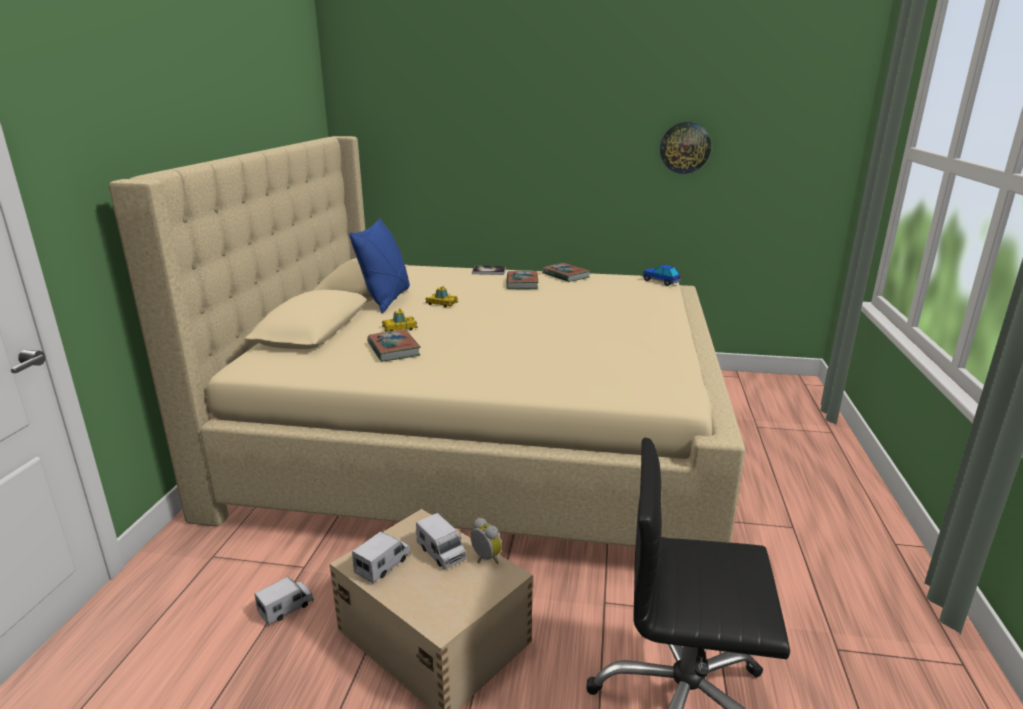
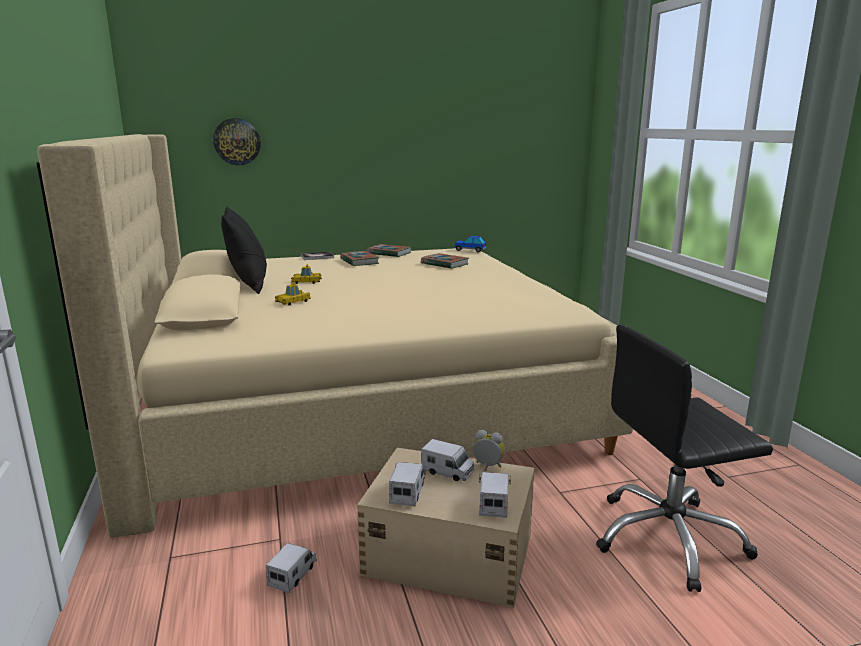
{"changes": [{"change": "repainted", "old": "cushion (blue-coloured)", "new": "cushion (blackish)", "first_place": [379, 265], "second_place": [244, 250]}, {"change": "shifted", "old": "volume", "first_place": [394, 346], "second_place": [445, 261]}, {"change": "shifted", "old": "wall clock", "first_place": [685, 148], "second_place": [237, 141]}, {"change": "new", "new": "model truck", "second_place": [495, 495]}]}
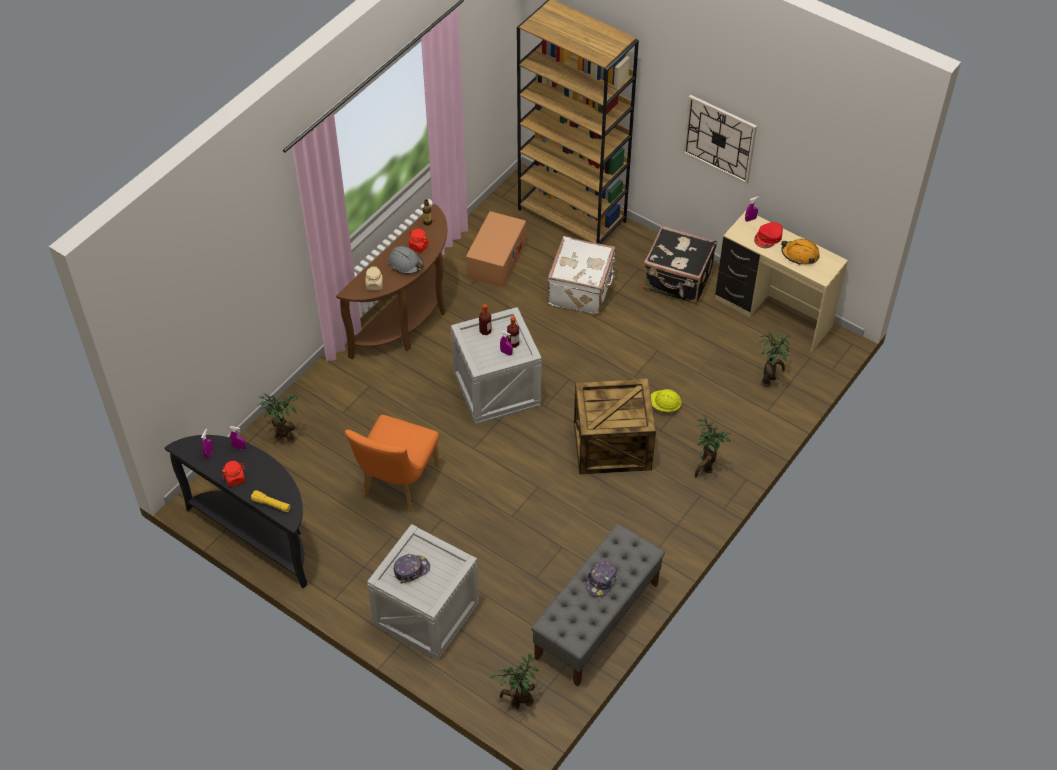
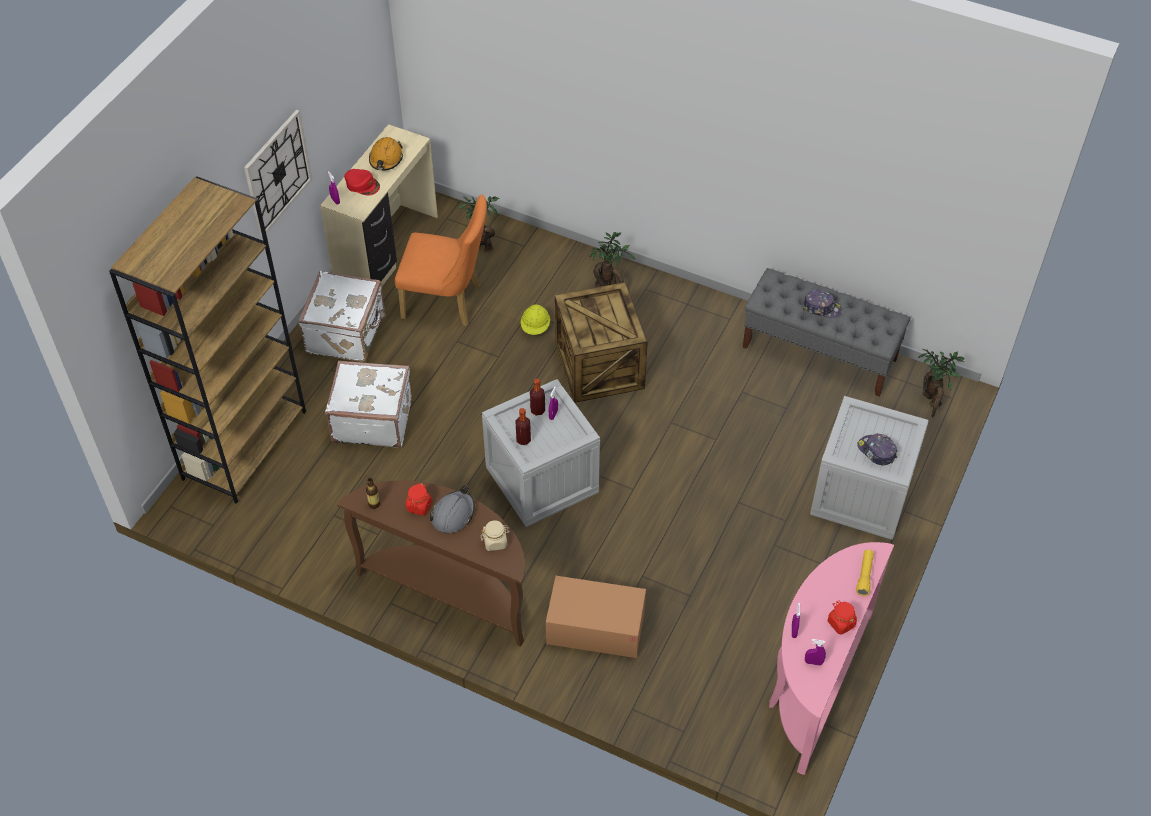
{"changes": [{"change": "repainted", "old": "hall table (blackish)", "new": "hall table (pink)", "first_place": [236, 512], "second_place": [831, 658]}, {"change": "gone", "old": "potted plant", "first_place": [278, 419]}, {"change": "shifted", "old": "chair (orange)", "first_place": [392, 463], "second_place": [441, 260]}, {"change": "shifted", "old": "cardboard box", "first_place": [496, 249], "second_place": [596, 617]}, {"change": "repainted", "old": "suitcase (blackish)", "new": "suitcase (white)", "first_place": [680, 265], "second_place": [342, 316]}]}
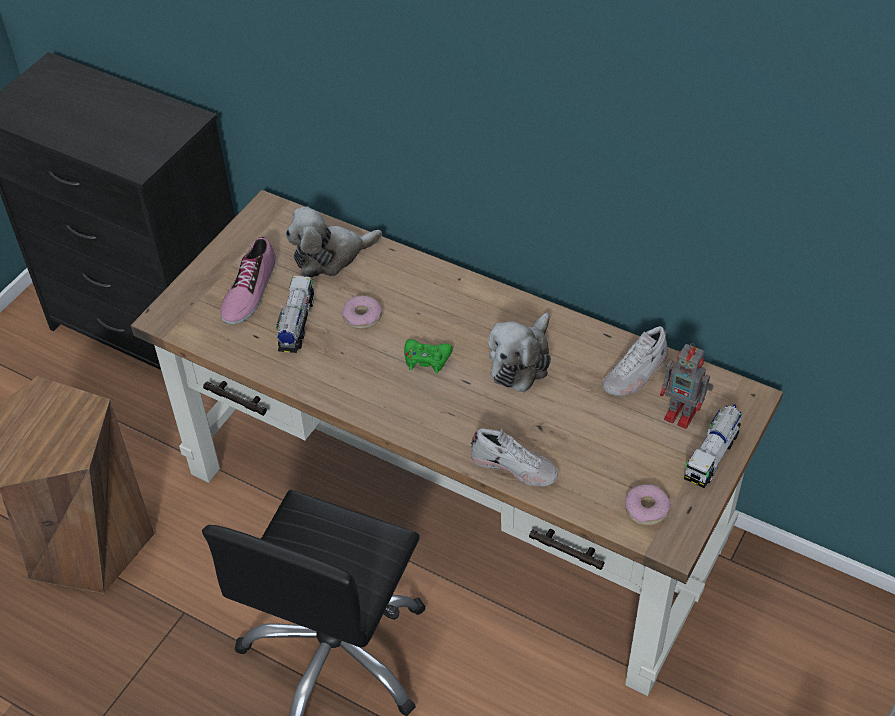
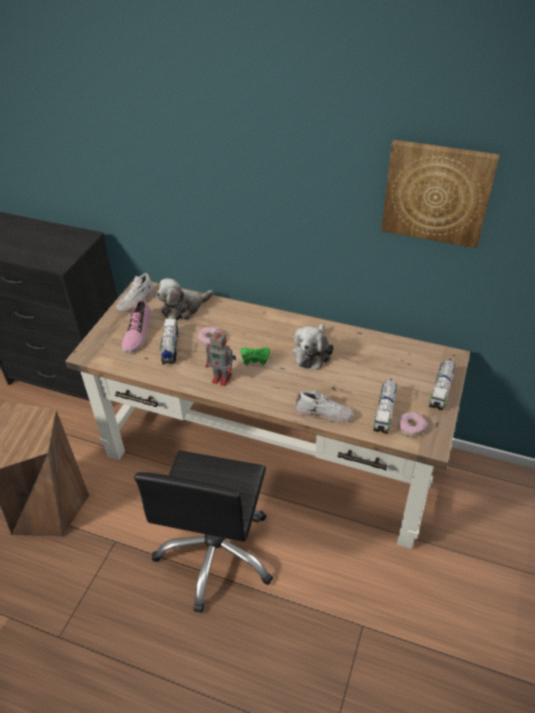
{"changes": [{"change": "shifted", "old": "shoe (white)", "first_place": [635, 361], "second_place": [135, 292]}, {"change": "shifted", "old": "toy robot", "first_place": [686, 386], "second_place": [220, 358]}, {"change": "new", "new": "model truck", "second_place": [385, 406]}, {"change": "new", "new": "wall art", "second_place": [440, 194]}]}
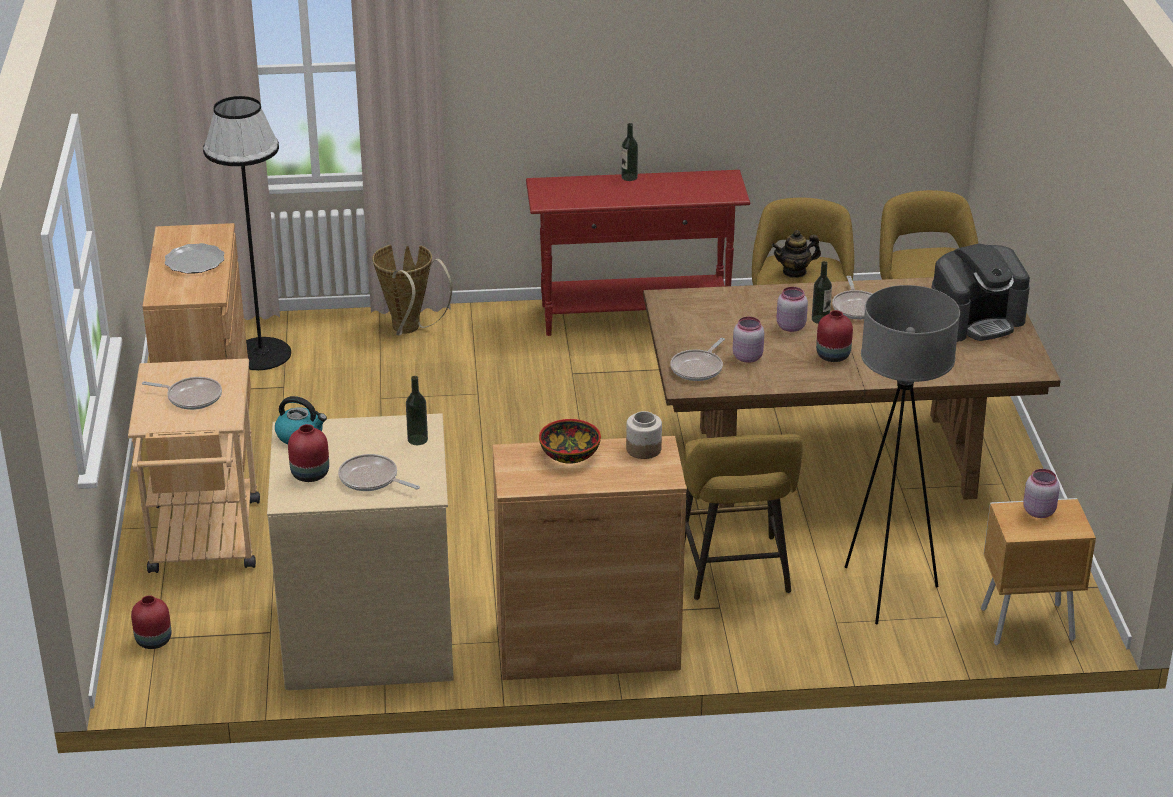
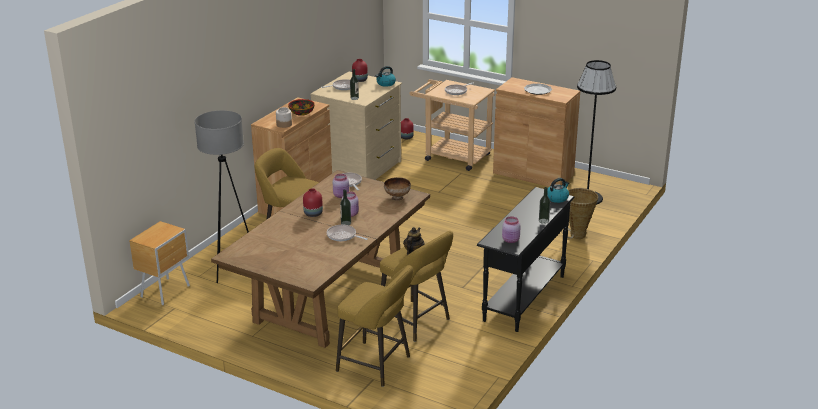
{"changes": [{"change": "repainted", "old": "hall table (red-coloured)", "new": "hall table (blackish)", "first_place": [638, 253], "second_place": [525, 259]}, {"change": "gone", "old": "coffee maker", "first_place": [980, 293]}, {"change": "shifted", "old": "preserve jar (pink)", "first_place": [1041, 493], "second_place": [511, 229]}, {"change": "new", "new": "bowl", "second_place": [397, 189]}, {"change": "new", "new": "water kettle", "second_place": [558, 190]}]}
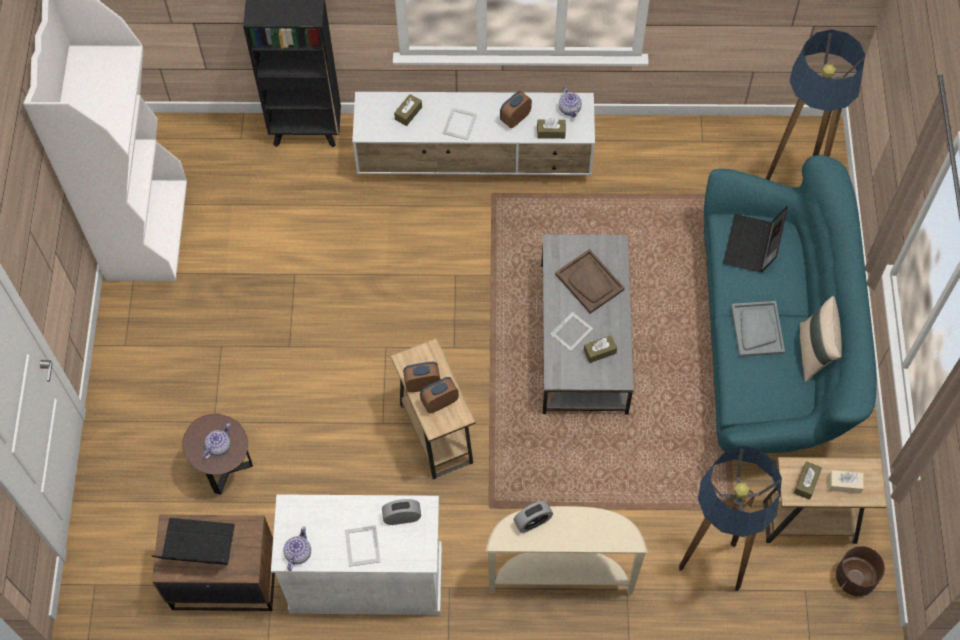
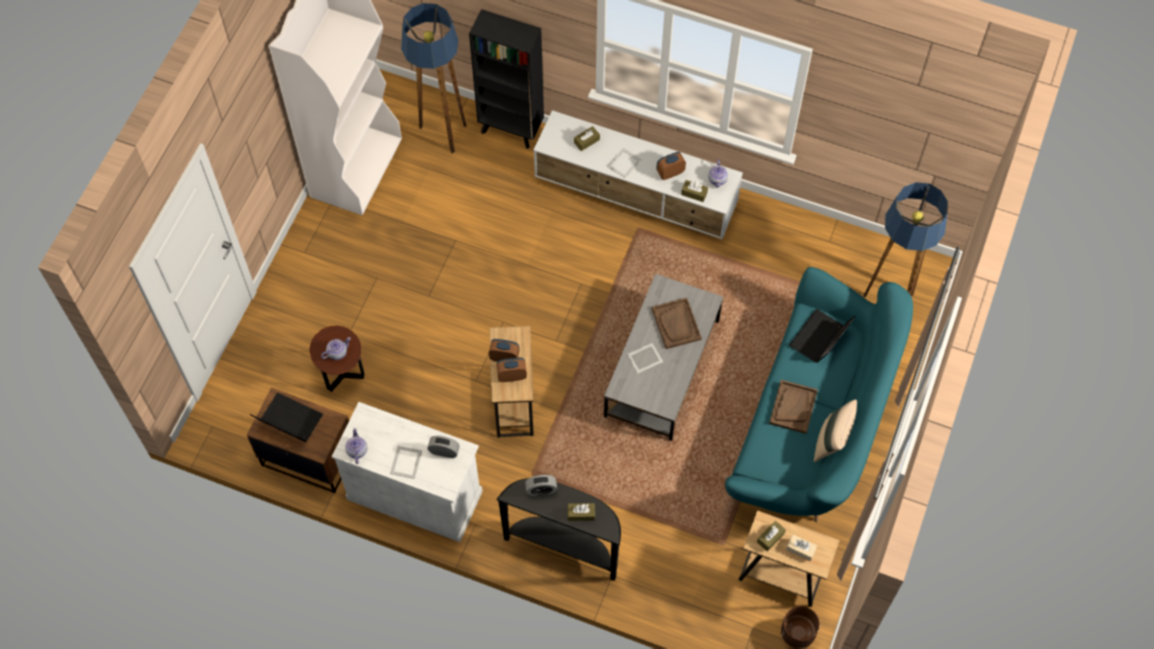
{"changes": [{"change": "rotated", "old": "pot for tea", "first_place": [297, 548], "second_place": [356, 446], "degrees": -45}, {"change": "repainted", "old": "hall table (beige)", "new": "hall table (blackish)", "first_place": [566, 550], "second_place": [558, 529]}, {"change": "shifted", "old": "box of tissues (brownish)", "first_place": [600, 349], "second_place": [581, 512]}, {"change": "shifted", "old": "standard lamp", "first_place": [730, 518], "second_place": [433, 78]}, {"change": "repainted", "old": "carrying tray (grey)", "new": "carrying tray (brownish)", "first_place": [758, 329], "second_place": [793, 407]}]}
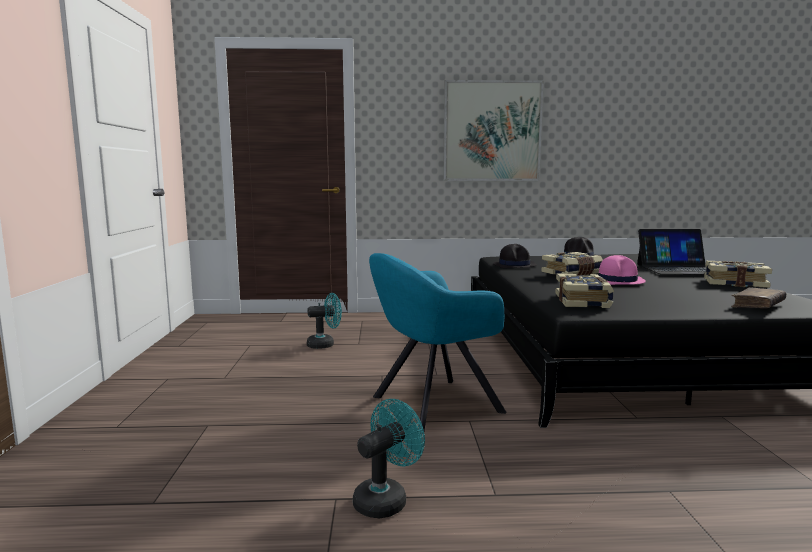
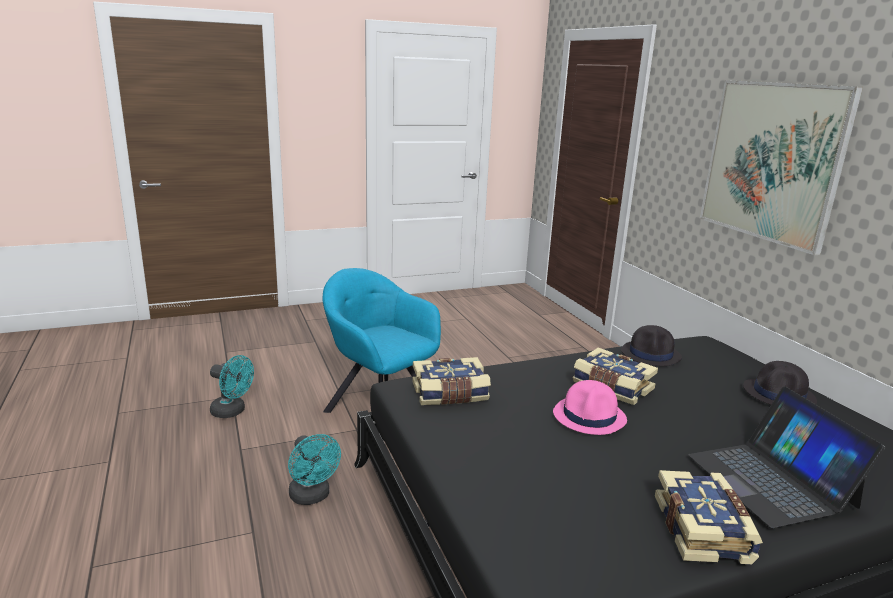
{"changes": [{"change": "shifted", "old": "cooling fan (blue-green)", "first_place": [324, 321], "second_place": [314, 469]}, {"change": "gone", "old": "volume (brownish)", "first_place": [758, 297]}]}
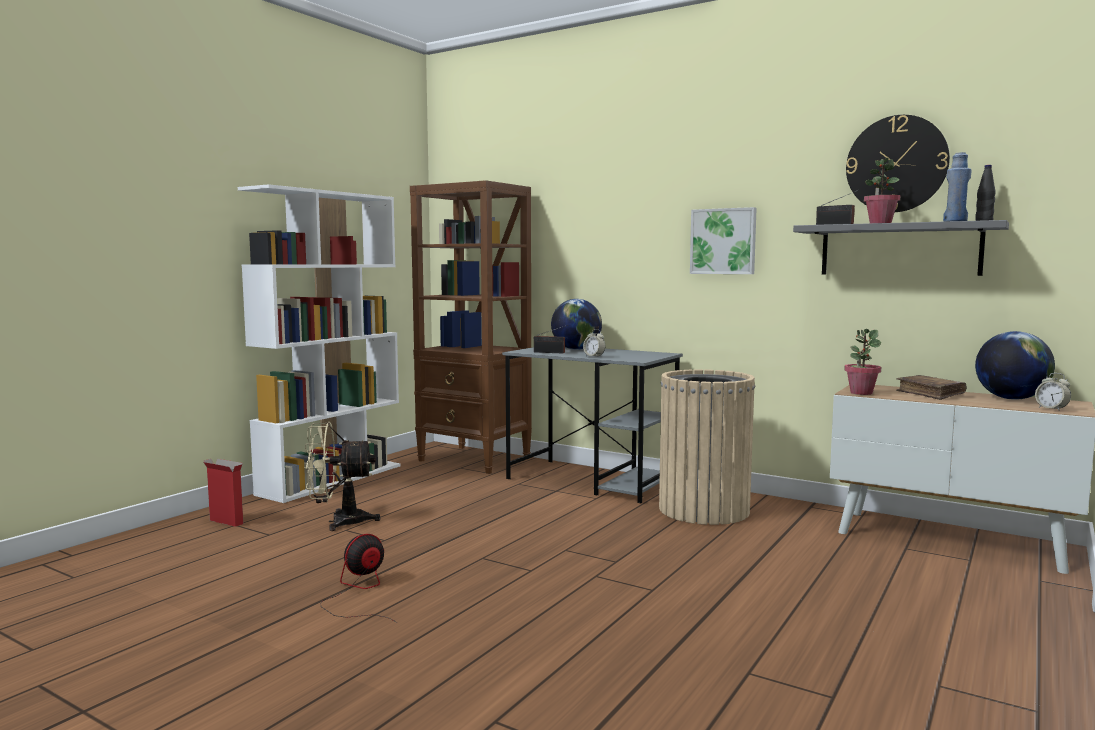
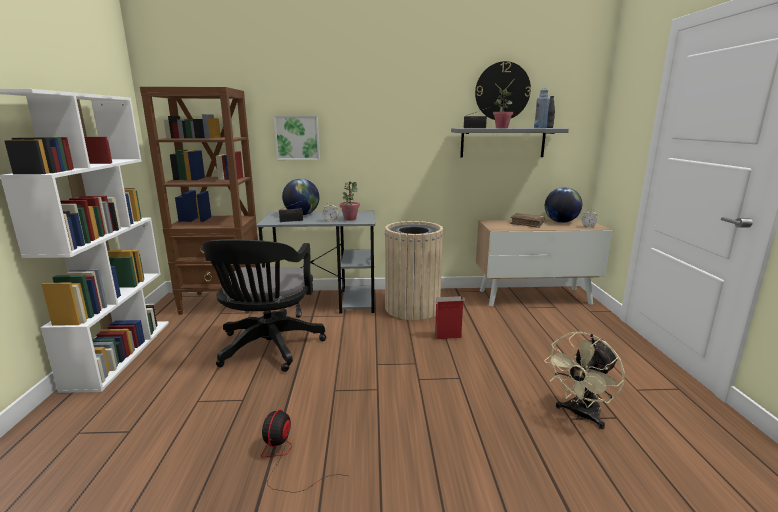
{"changes": [{"change": "shifted", "old": "cardboard box", "first_place": [223, 493], "second_place": [449, 317]}, {"change": "shifted", "old": "cooling fan (beige)", "first_place": [342, 476], "second_place": [584, 380]}, {"change": "shifted", "old": "wall art", "first_place": [723, 240], "second_place": [297, 138]}, {"change": "shifted", "old": "potted plant", "first_place": [862, 362], "second_place": [350, 201]}, {"change": "new", "new": "computer chair (blackish)", "second_place": [264, 305]}]}
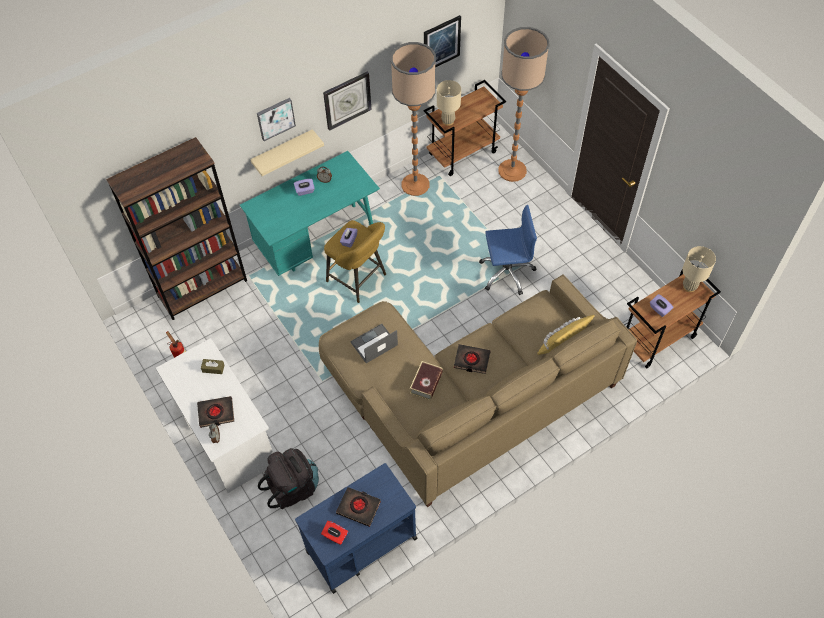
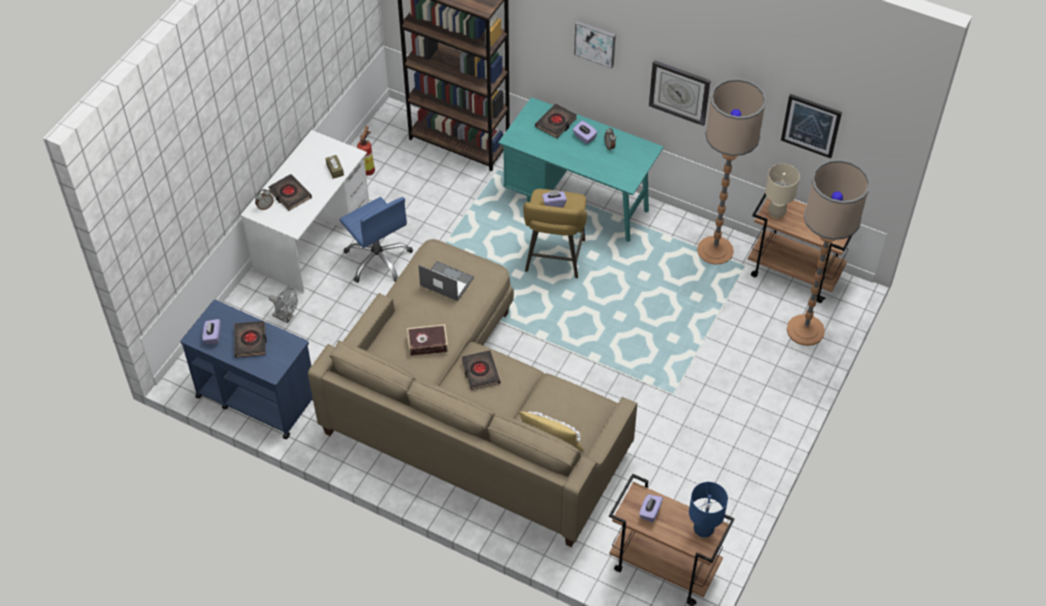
{"changes": [{"change": "gone", "old": "shelf (beige)", "first_place": [287, 152]}, {"change": "swapped", "old": "rucksack (blackish)", "new": "cooling fan (grey)", "first_place": [288, 478], "second_place": [283, 305]}, {"change": "repainted", "old": "box of tissues (red-coloured)", "new": "box of tissues (purple)", "first_place": [334, 533], "second_place": [211, 331]}, {"change": "shifted", "old": "computer chair (blue-coloured)", "first_place": [508, 250], "second_place": [376, 240]}, {"change": "repainted", "old": "table lamp (beige)", "new": "table lamp (blue-coloured)", "first_place": [699, 269], "second_place": [708, 510]}, {"change": "new", "new": "volume (blackish)", "second_place": [556, 121]}]}
